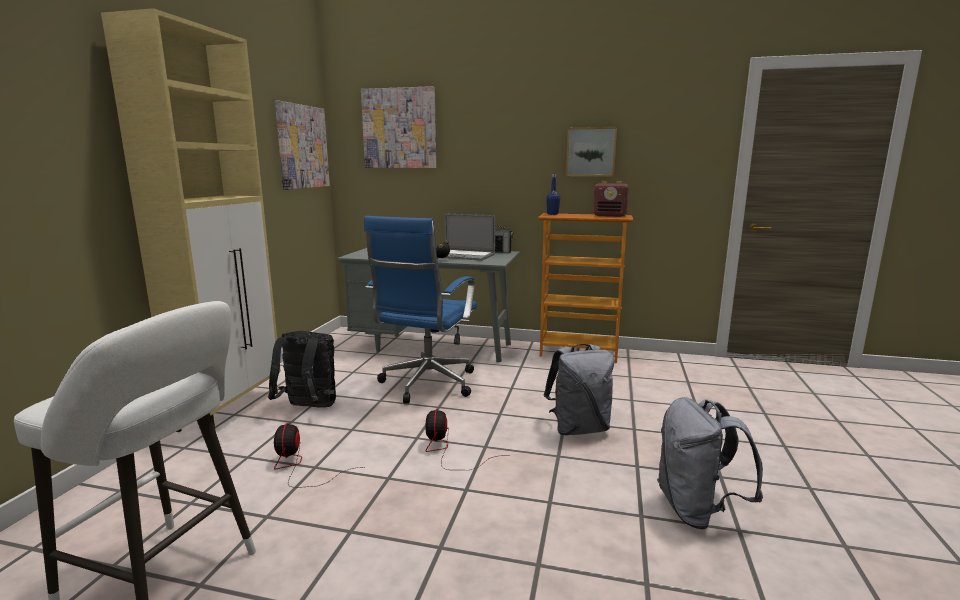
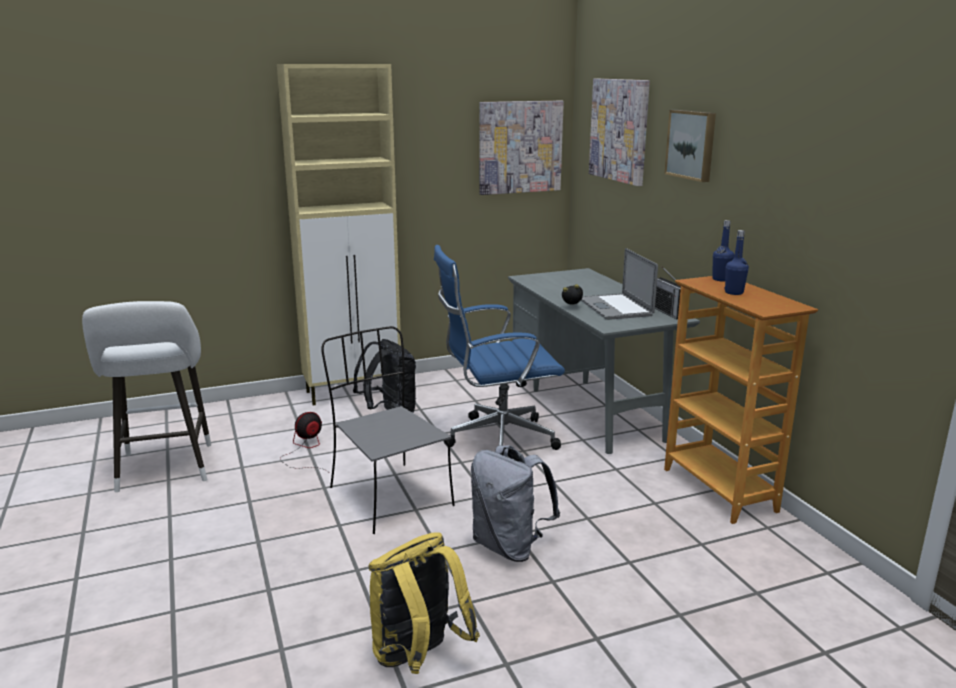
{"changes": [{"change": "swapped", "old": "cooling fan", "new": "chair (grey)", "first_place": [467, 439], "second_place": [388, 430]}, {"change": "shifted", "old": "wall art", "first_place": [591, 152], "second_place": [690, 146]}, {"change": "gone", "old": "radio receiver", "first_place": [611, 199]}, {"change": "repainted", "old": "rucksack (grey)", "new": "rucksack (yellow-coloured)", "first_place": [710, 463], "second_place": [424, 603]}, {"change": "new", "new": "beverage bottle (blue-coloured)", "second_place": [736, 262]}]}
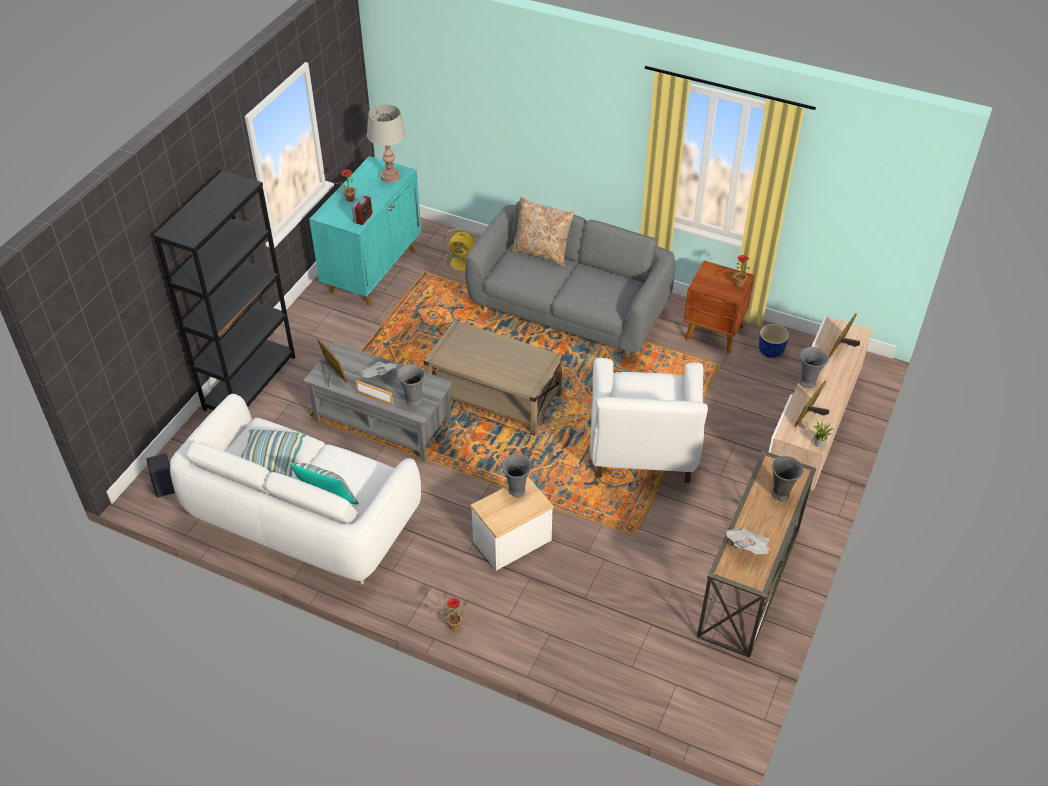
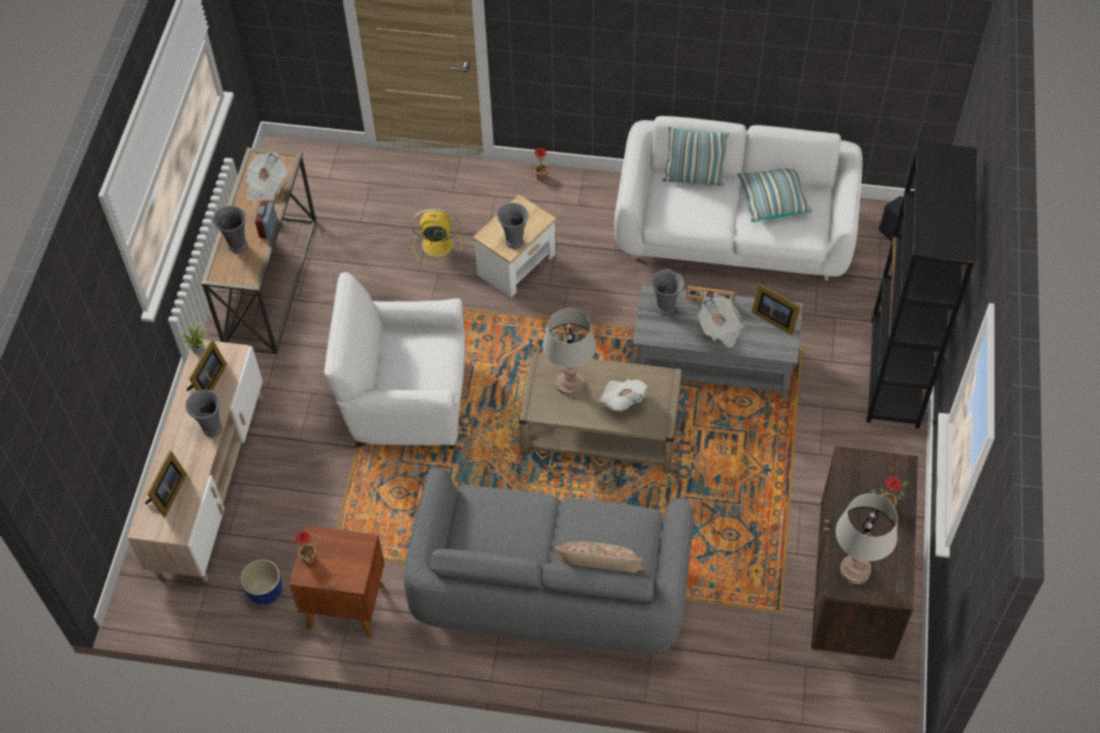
{"changes": [{"change": "repainted", "old": "storage cabinet (blue-green)", "new": "storage cabinet (brownish)", "first_place": [365, 231], "second_place": [864, 553]}, {"change": "shifted", "old": "bedside clock", "first_place": [362, 210], "second_place": [266, 220]}, {"change": "shifted", "old": "cooling fan (yellow-coloured)", "first_place": [461, 251], "second_place": [436, 236]}, {"change": "rotated", "old": "easy chair (white)", "first_place": [649, 420], "second_place": [395, 360], "degrees": -75}, {"change": "new", "new": "table lamp (grey)", "second_place": [569, 352]}, {"change": "new", "new": "daily paper", "second_place": [622, 395]}]}
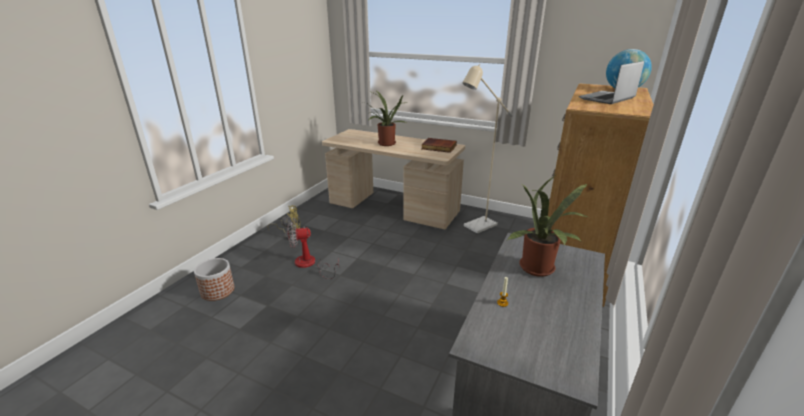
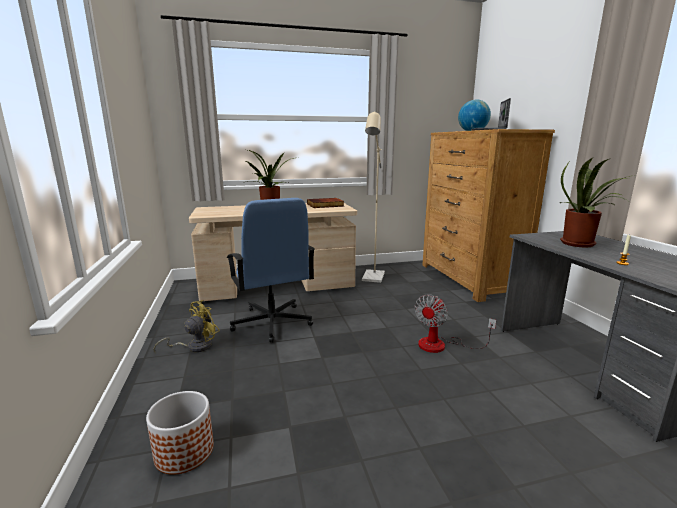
{"changes": [{"change": "shifted", "old": "cooling fan", "first_place": [313, 250], "second_place": [455, 324]}, {"change": "new", "new": "computer chair (blue-coloured)", "second_place": [271, 270]}]}
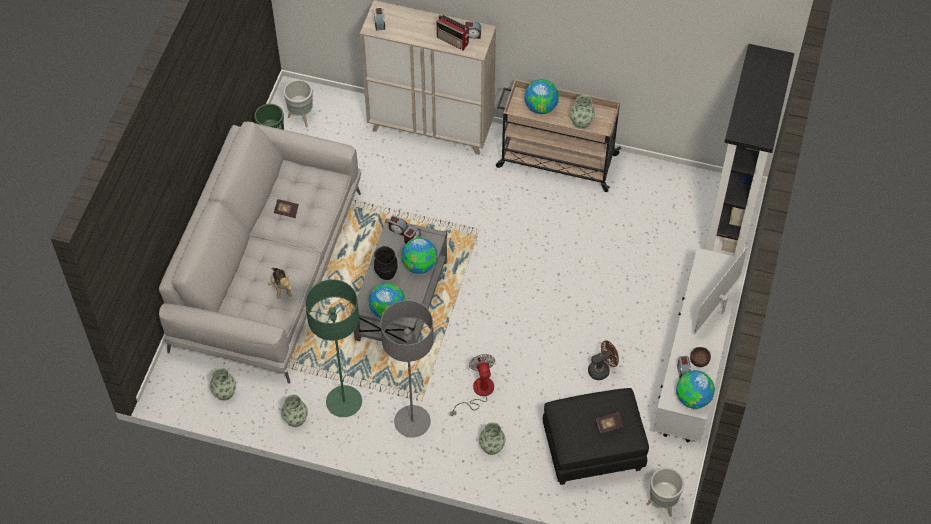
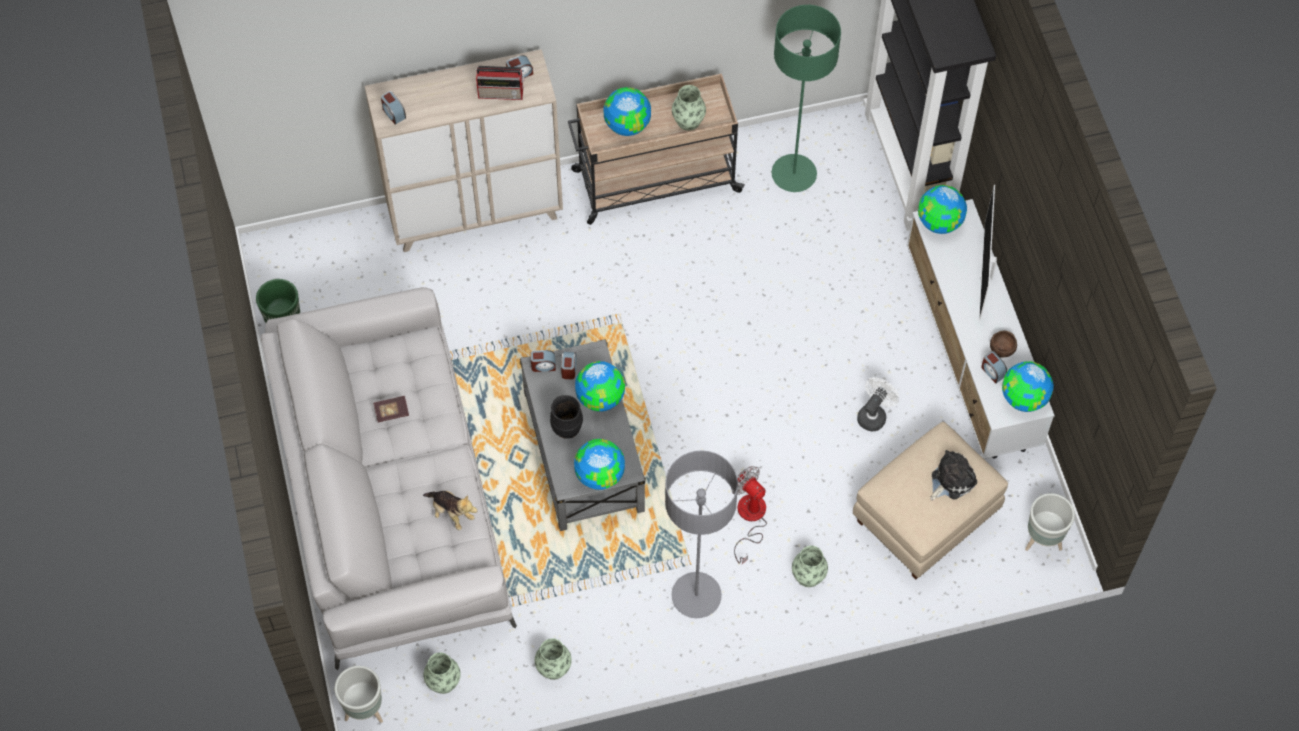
{"changes": [{"change": "shifted", "old": "flower pot (grey)", "first_place": [298, 104], "second_place": [358, 694]}, {"change": "shifted", "old": "standard lamp (green)", "first_place": [333, 348], "second_place": [806, 98]}, {"change": "repainted", "old": "footrest (blackish)", "new": "footrest (beige)", "first_place": [596, 436], "second_place": [930, 500]}, {"change": "repainted", "old": "cooling fan (brownish)", "new": "cooling fan (white)", "first_place": [603, 360], "second_place": [878, 404]}, {"change": "swapped", "old": "volume", "new": "plush toy", "first_place": [609, 423], "second_place": [953, 475]}, {"change": "new", "new": "globe", "second_place": [942, 209]}]}
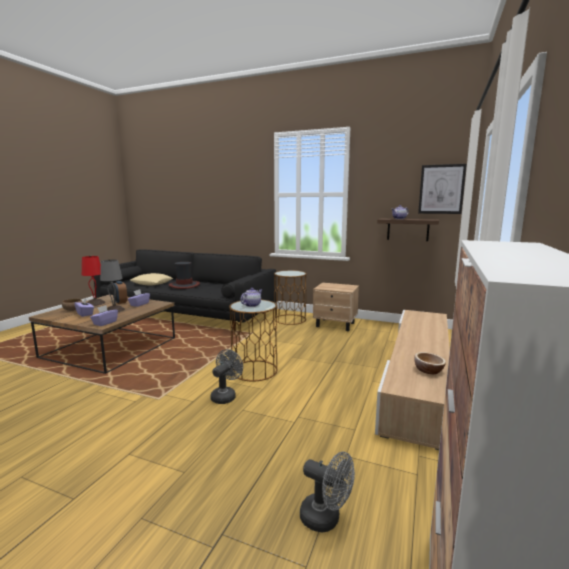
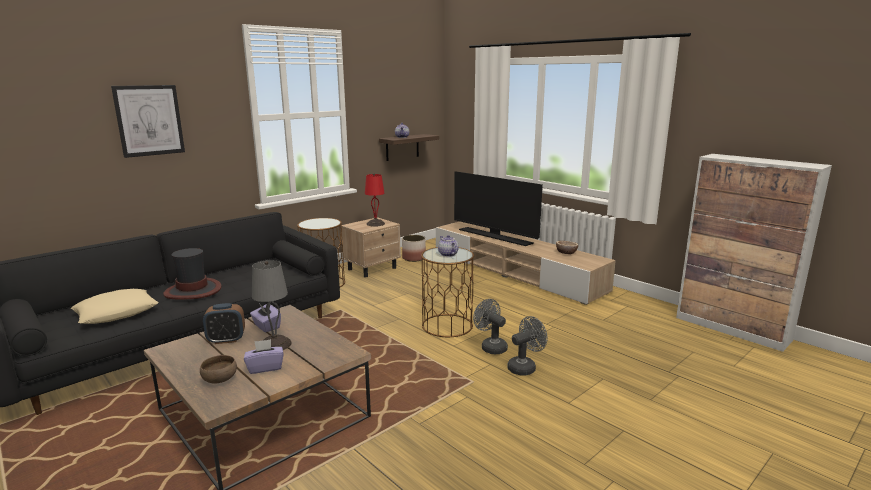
{"changes": [{"change": "shifted", "old": "table lamp (red-coloured)", "first_place": [94, 280], "second_place": [375, 200]}, {"change": "gone", "old": "box of tissues (purple)", "first_place": [104, 315]}, {"change": "shifted", "old": "cooling fan (grey)", "first_place": [327, 492], "second_place": [528, 346]}, {"change": "shifted", "old": "wall art", "first_place": [442, 189], "second_place": [148, 121]}, {"change": "new", "new": "flower pot", "second_place": [414, 248]}, {"change": "new", "new": "television", "second_place": [498, 208]}]}
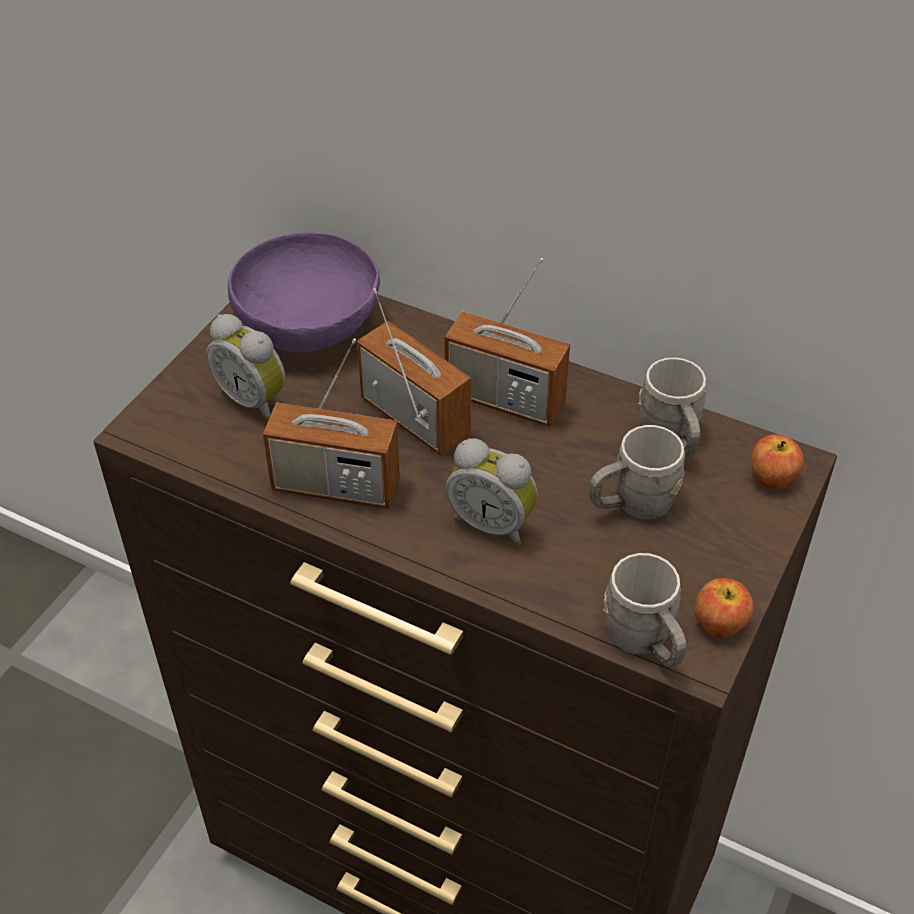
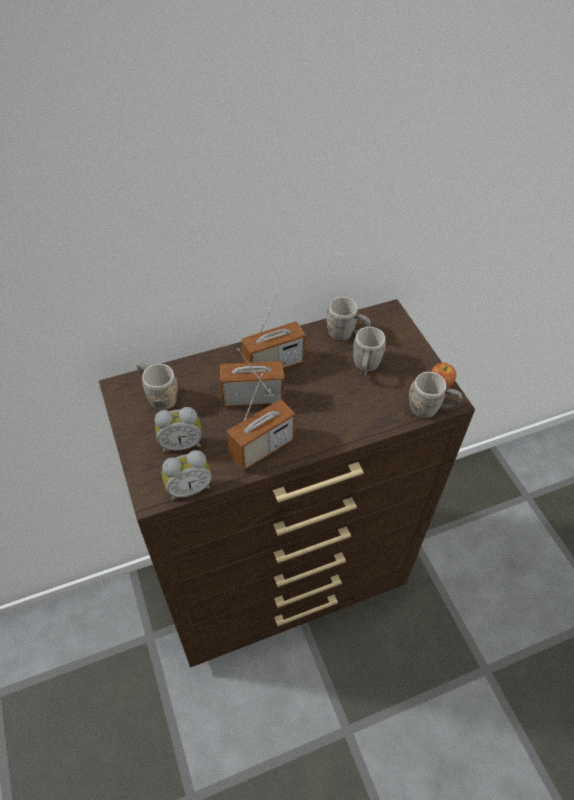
{"changes": [{"change": "swapped", "old": "bowl (purple)", "new": "coffee mug (grey)", "first_place": [304, 292], "second_place": [157, 386]}, {"change": "shifted", "old": "bedside clock", "first_place": [492, 492], "second_place": [187, 475]}, {"change": "gone", "old": "apple fruit", "first_place": [777, 461]}]}
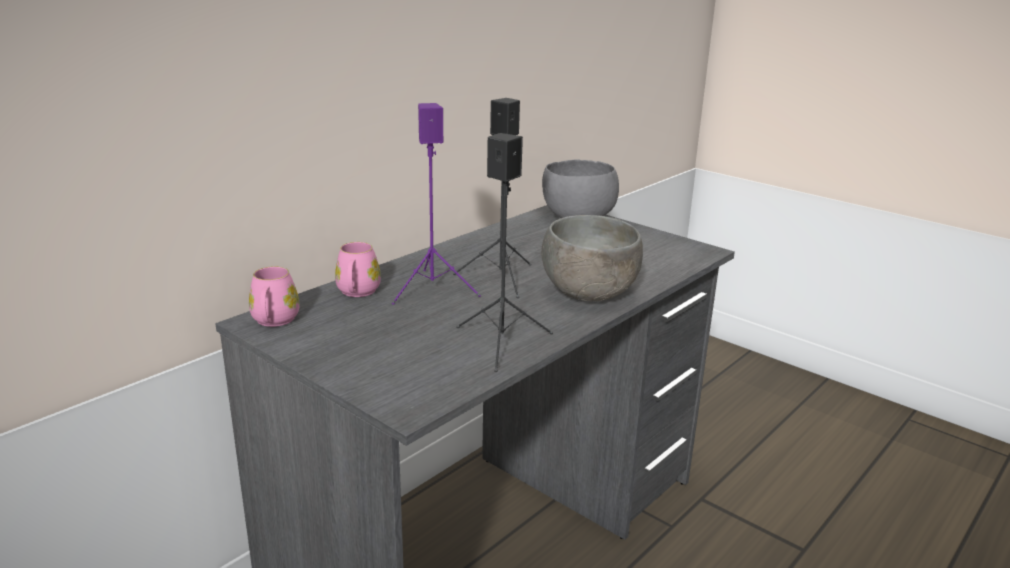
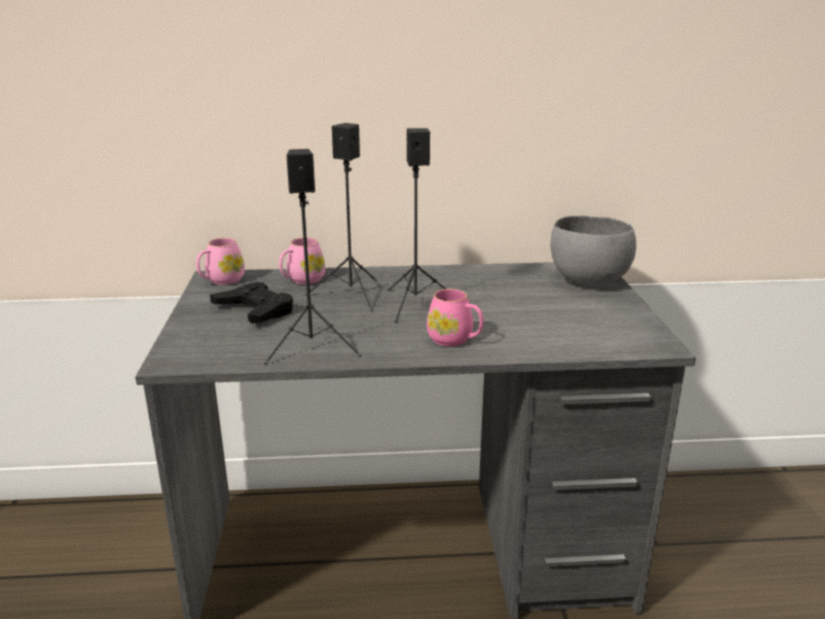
{"changes": [{"change": "repainted", "old": "audio speaker (purple)", "new": "audio speaker (blackish)", "first_place": [436, 203], "second_place": [341, 217]}, {"change": "swapped", "old": "bowl (grey)", "new": "coffee mug (pink)", "first_place": [592, 258], "second_place": [455, 317]}, {"change": "new", "new": "game controller (blackish)", "second_place": [251, 303]}]}
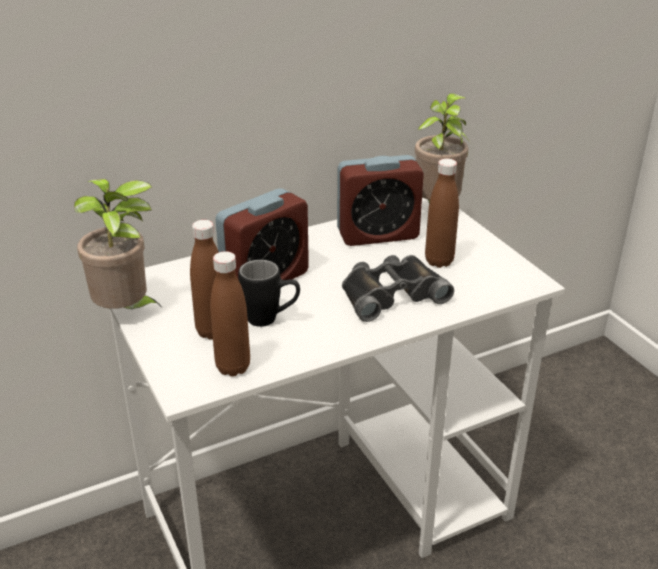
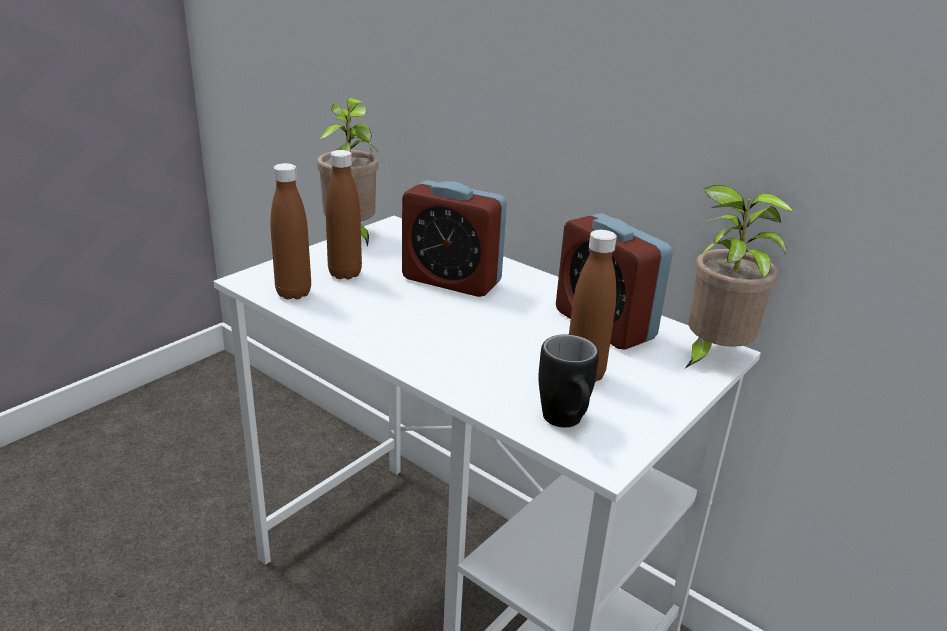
{"changes": [{"change": "shifted", "old": "coffee mug (blackish)", "first_place": [269, 293], "second_place": [568, 381]}, {"change": "gone", "old": "field glasses (blackish)", "first_place": [398, 288]}]}
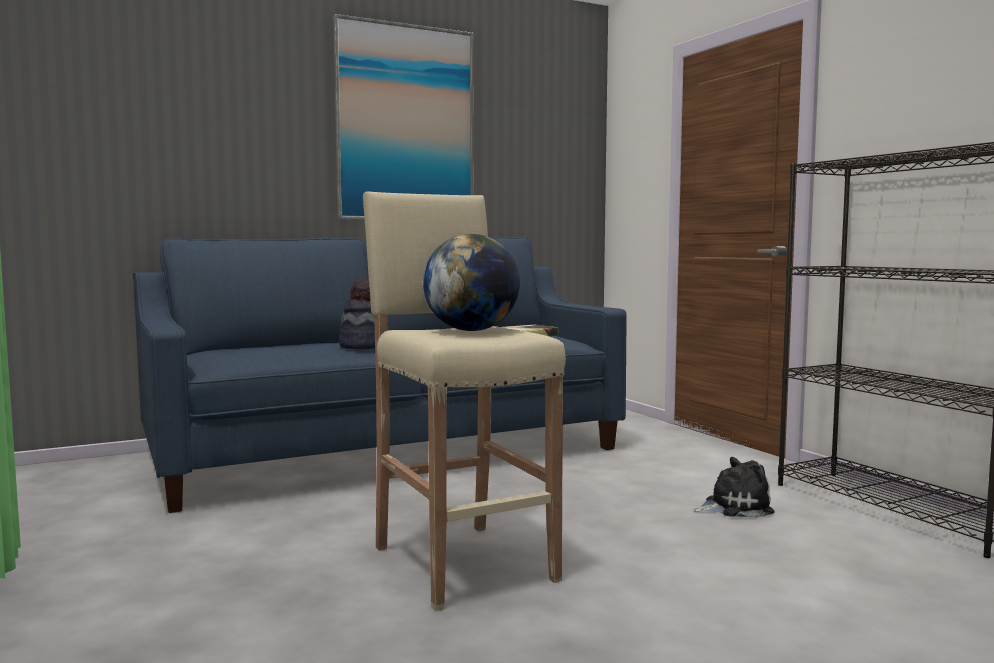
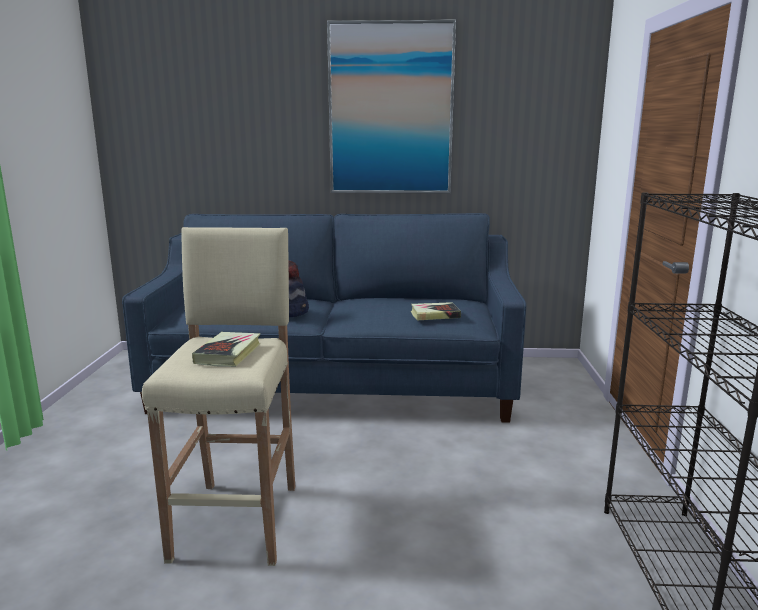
{"changes": [{"change": "swapped", "old": "globe", "new": "volume", "first_place": [471, 282], "second_place": [226, 349]}, {"change": "gone", "old": "plush toy", "first_place": [734, 487]}]}
